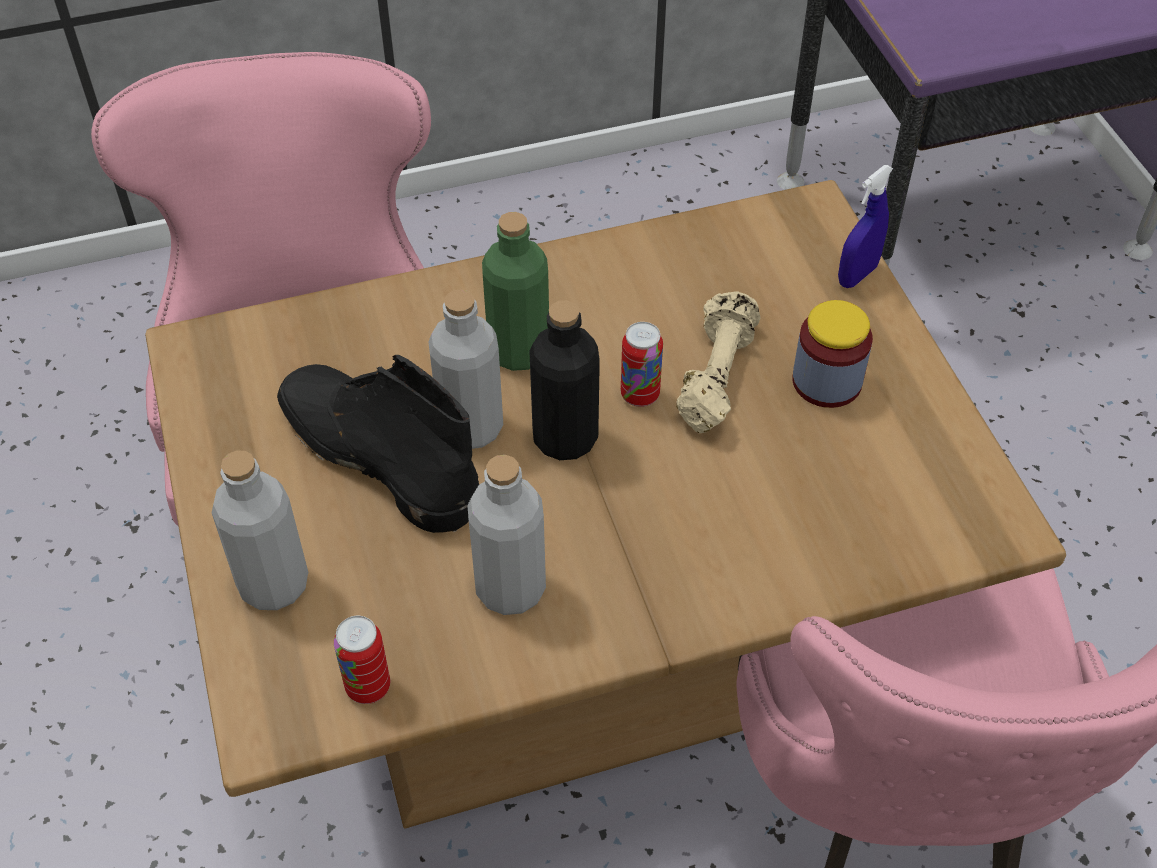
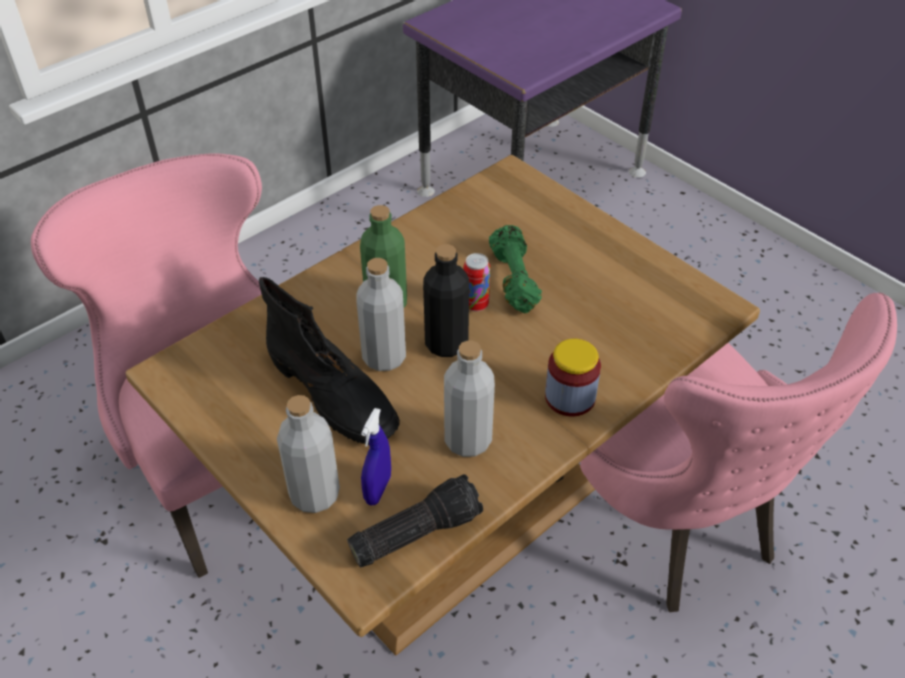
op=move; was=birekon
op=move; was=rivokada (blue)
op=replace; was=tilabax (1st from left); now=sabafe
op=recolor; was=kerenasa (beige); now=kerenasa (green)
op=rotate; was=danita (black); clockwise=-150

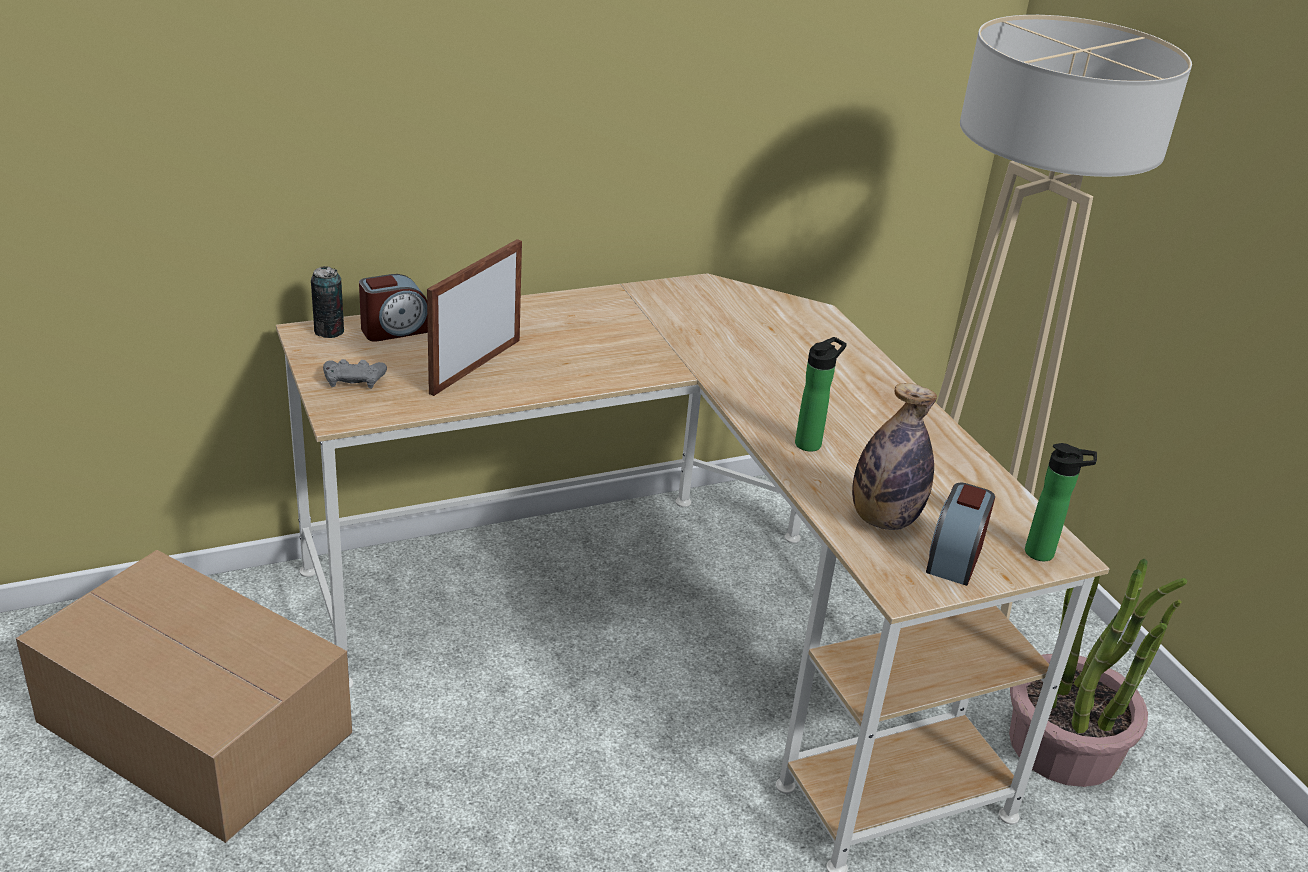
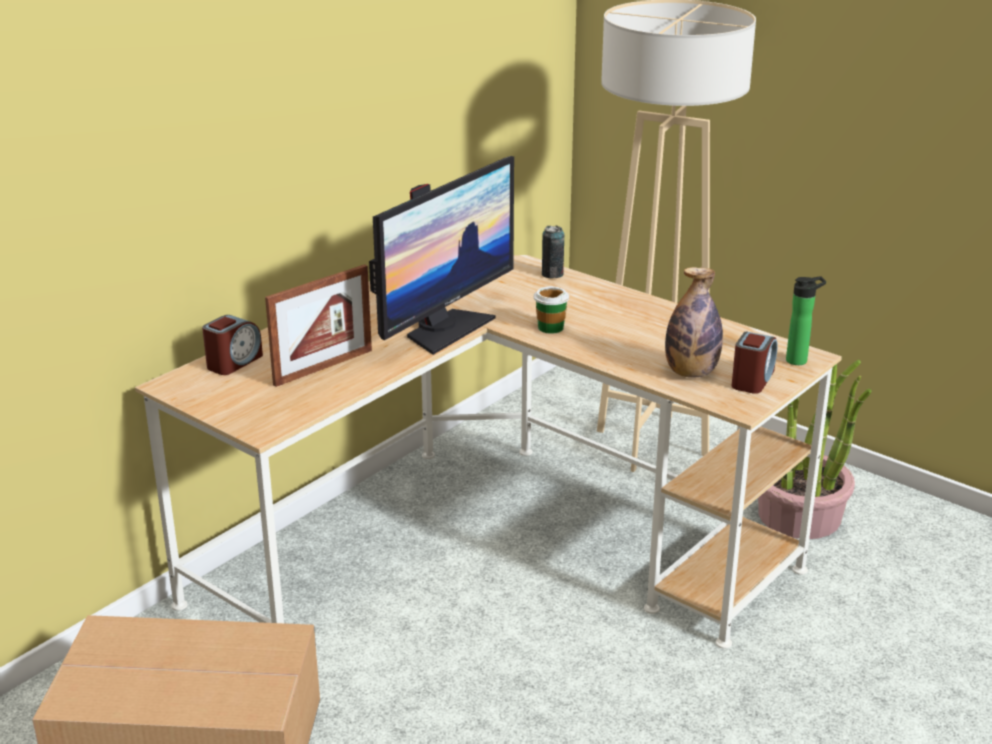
op=delete; was=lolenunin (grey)
op=delete; was=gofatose (1st from left)
op=insert; now=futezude
op=insert; now=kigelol
op=move; was=tilabax
op=rotate; was=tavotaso; clockwise=-135
op=rotate; was=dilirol (2nd from left); clockwise=-150

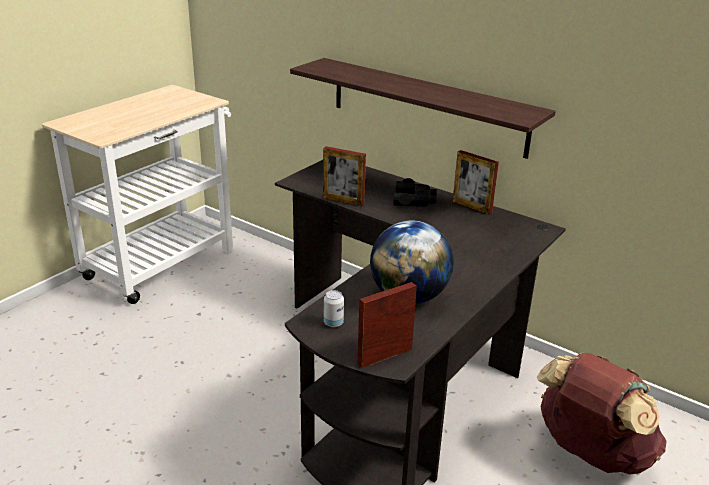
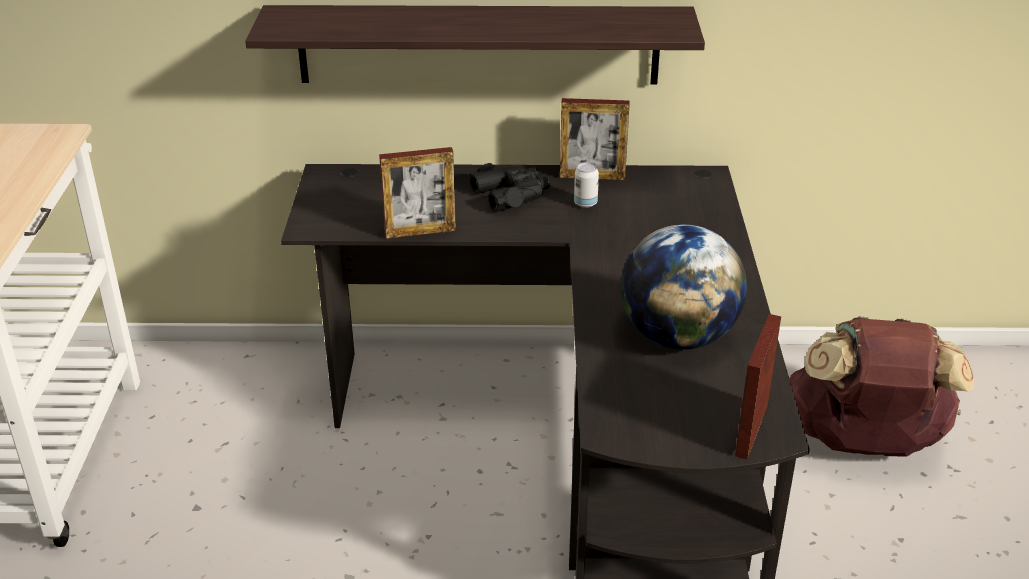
op=move; was=tilabax

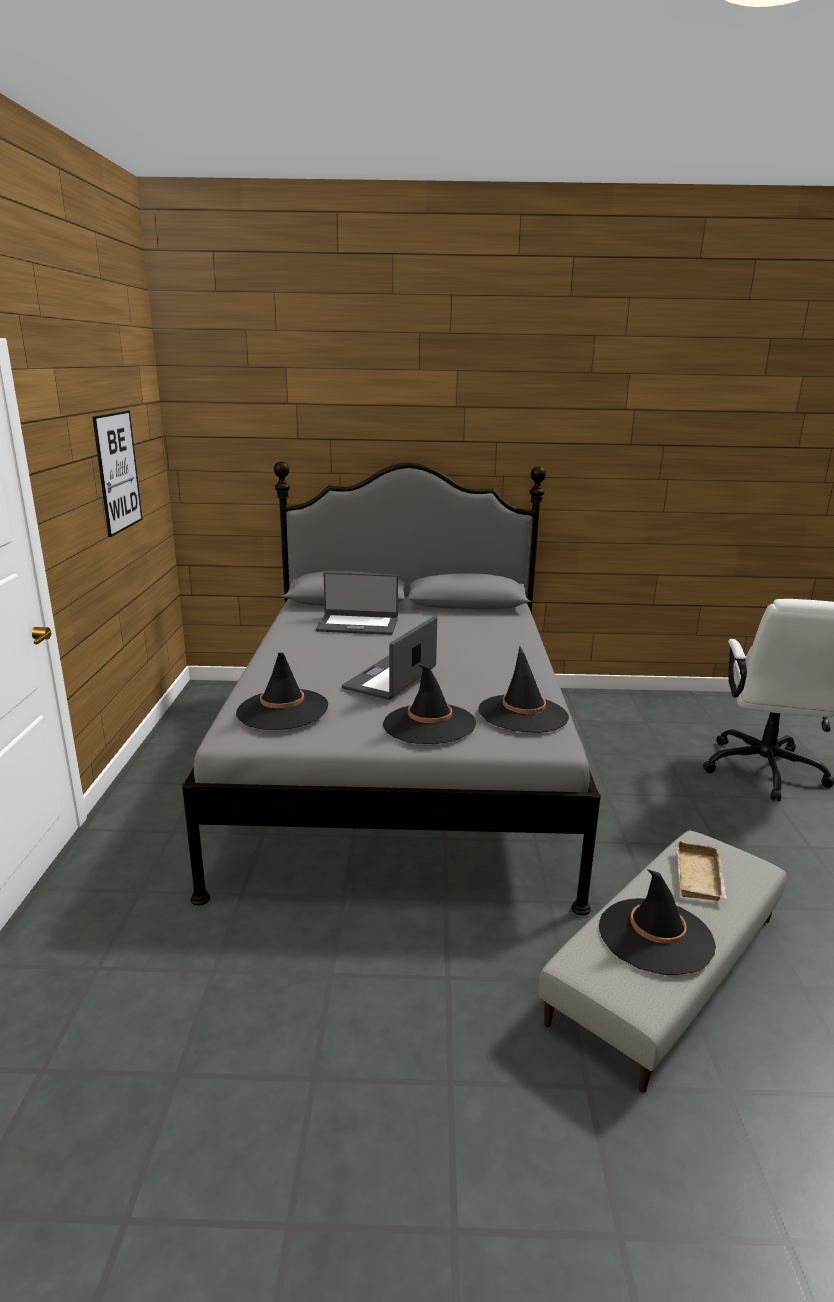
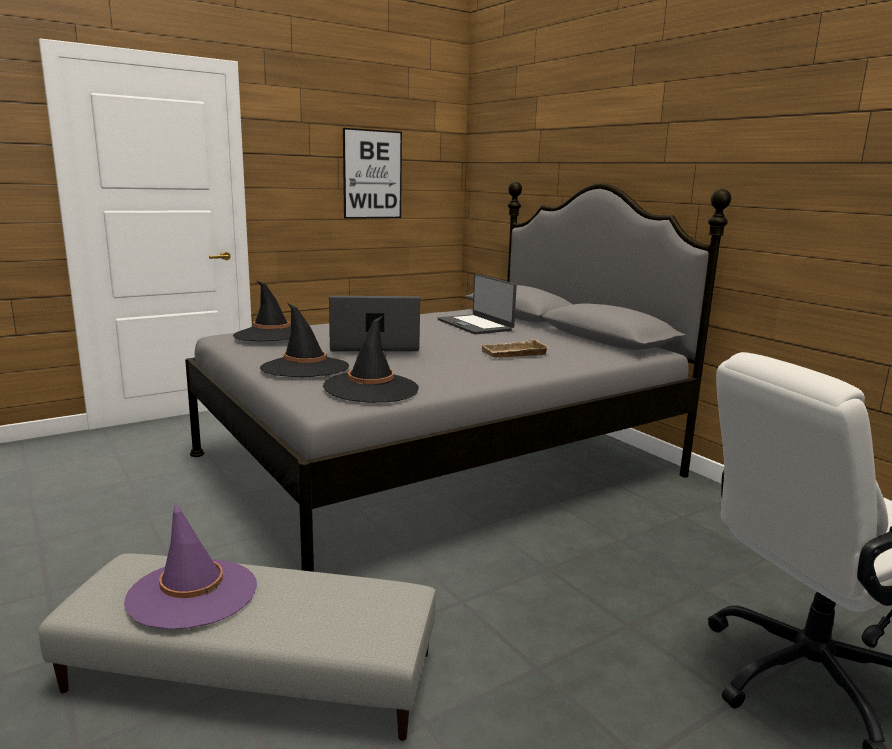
op=move; was=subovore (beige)
op=recolor; was=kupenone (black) (4th from left); now=kupenone (purple)

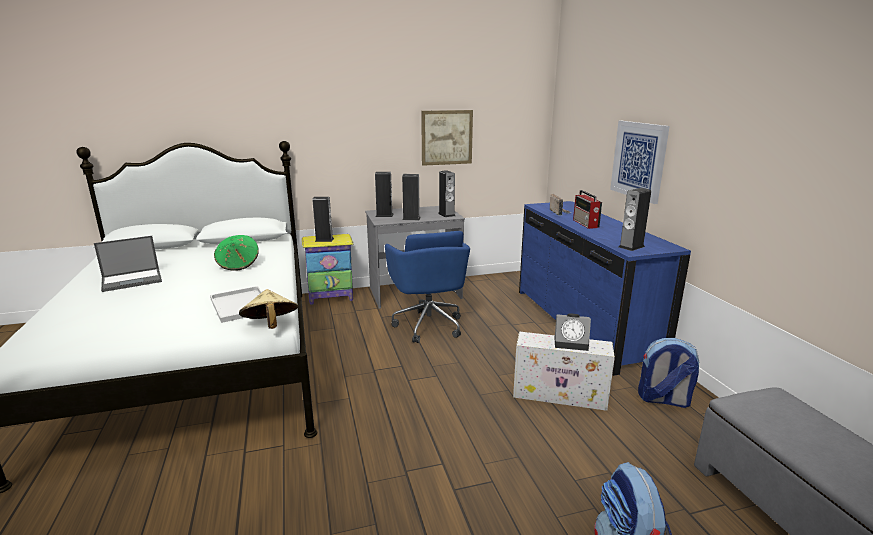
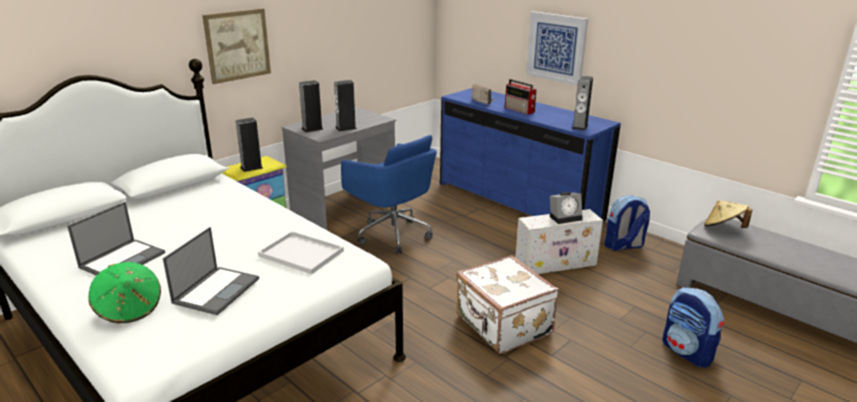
op=delete; was=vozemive (4th from left)
op=insert; now=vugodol (2nd from left)
op=insert; now=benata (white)
op=move; was=kupenone (green)
op=move; was=kupenone (beige)
op=move; was=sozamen (1st from left)

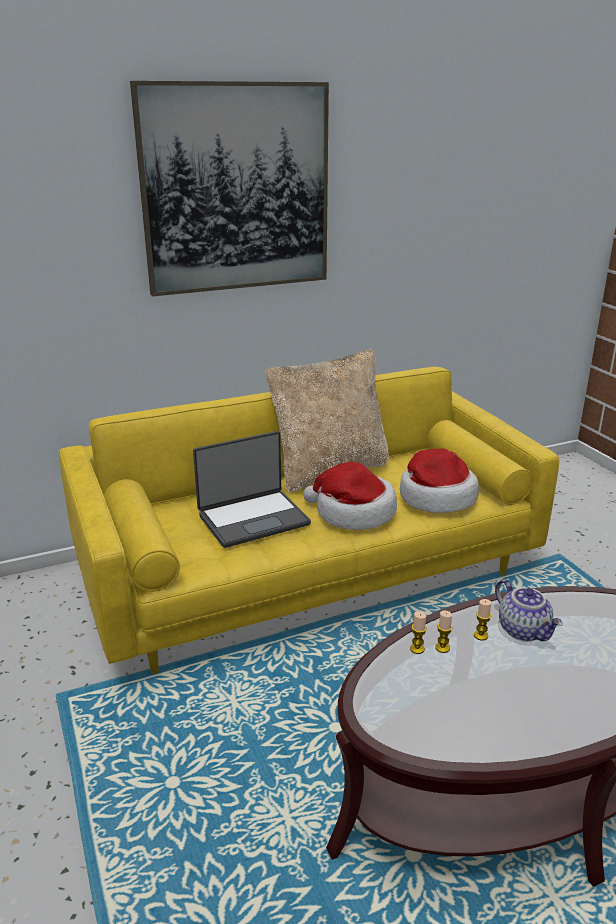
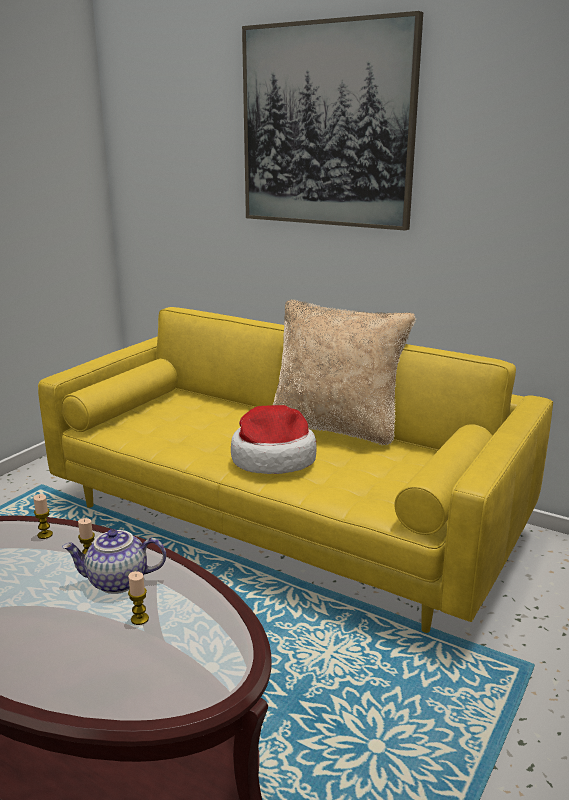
op=delete; was=vugodol
op=delete; was=kupenone (2nd from left)
op=move; was=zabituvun (2nd from left in the first image); now=zabituvun (3rd from left)
op=rotate; was=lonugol; clockwise=60

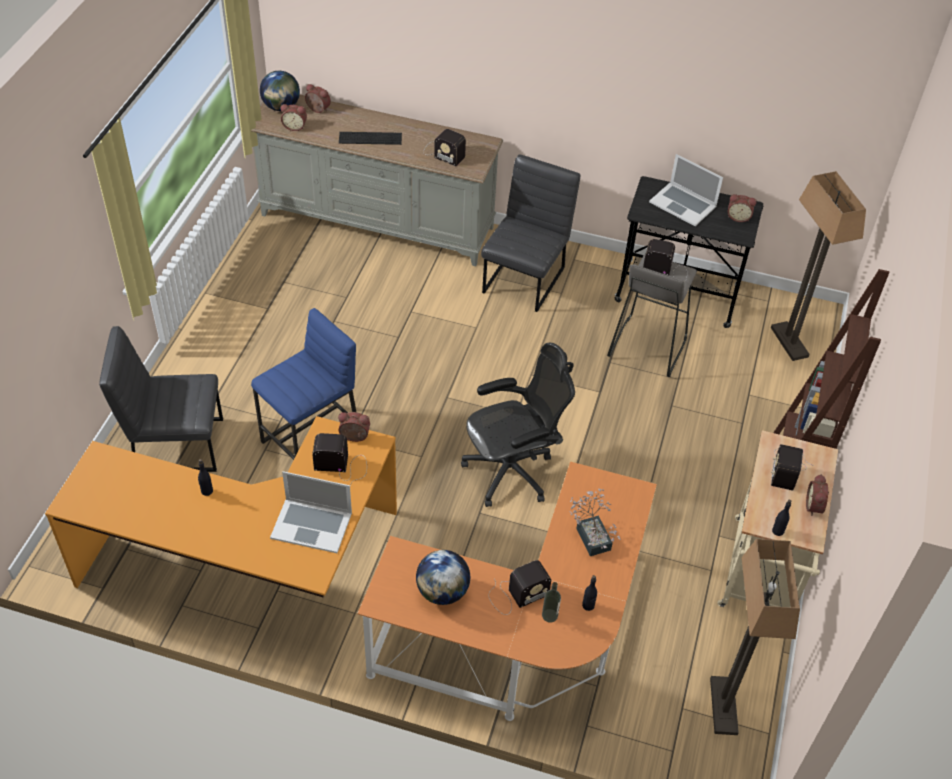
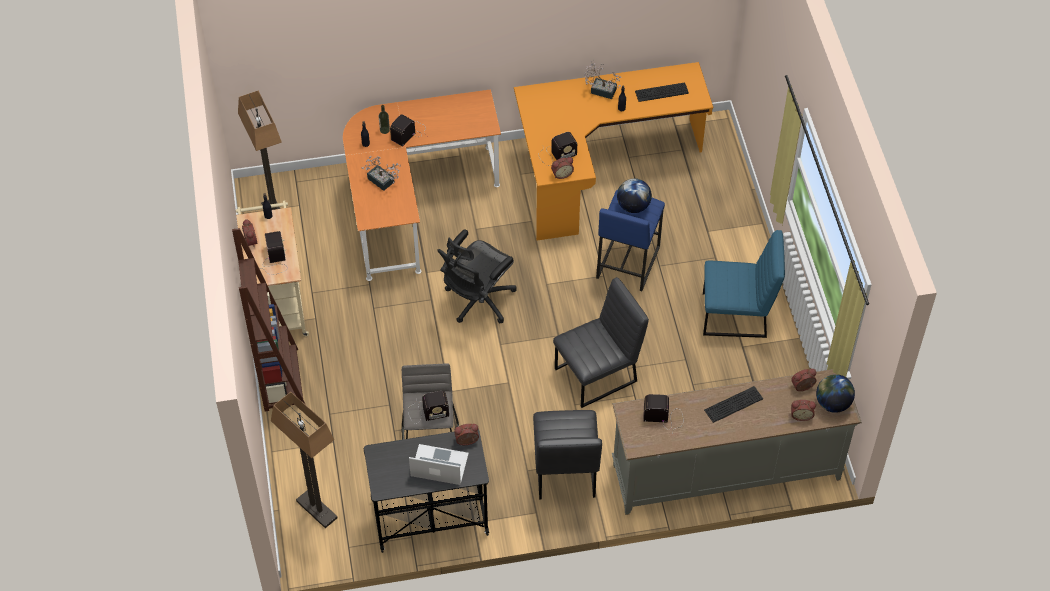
op=delete; was=vugodol (1st from left)
op=insert; now=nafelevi (2nd from left)
op=insert; now=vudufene (1st from left)
op=insert; now=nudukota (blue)
op=move; was=nudukota (grey) (1st from left in the first image); now=nudukota (grey) (2nd from left)
op=move; was=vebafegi (2nd from left in the first image); now=vebafegi (1st from left)
op=move; was=dilirol (4th from left in the first image); now=dilirol (2nd from left)

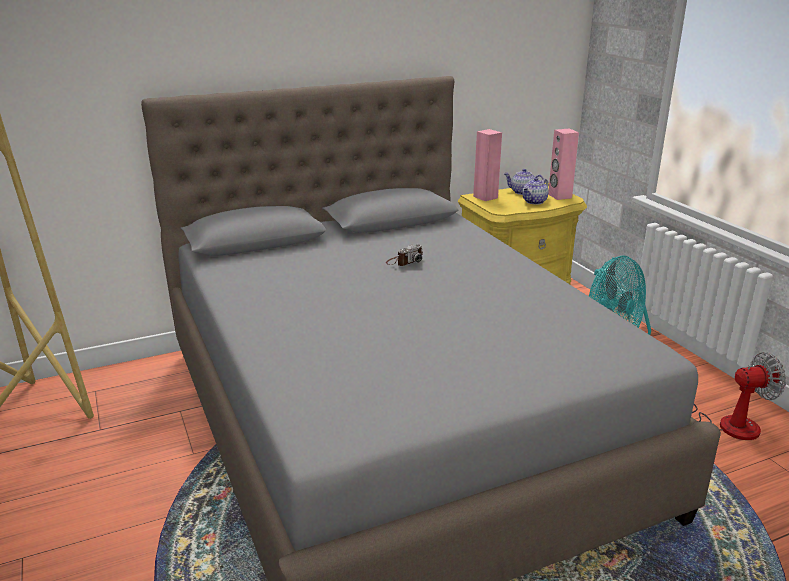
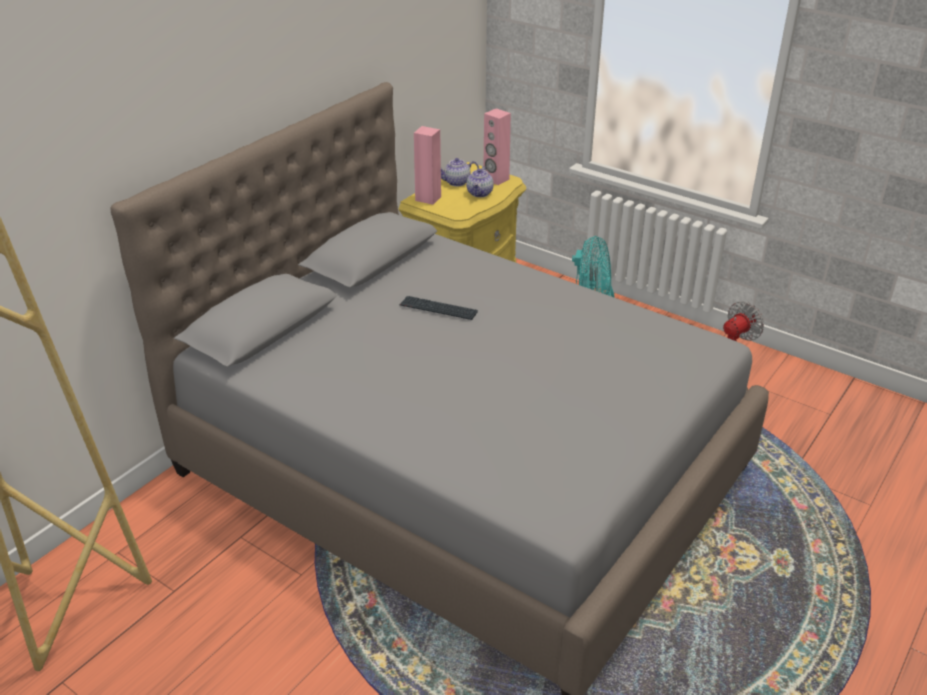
op=replace; was=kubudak; now=vudufene

